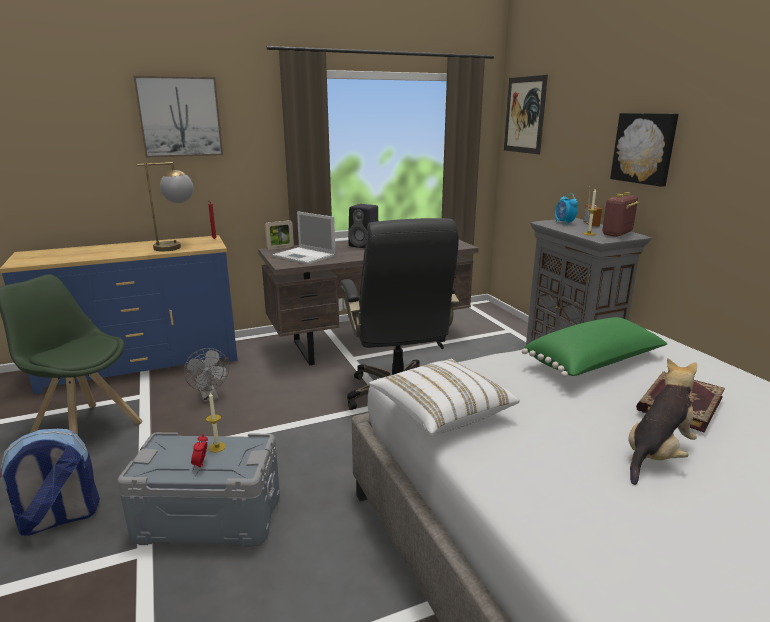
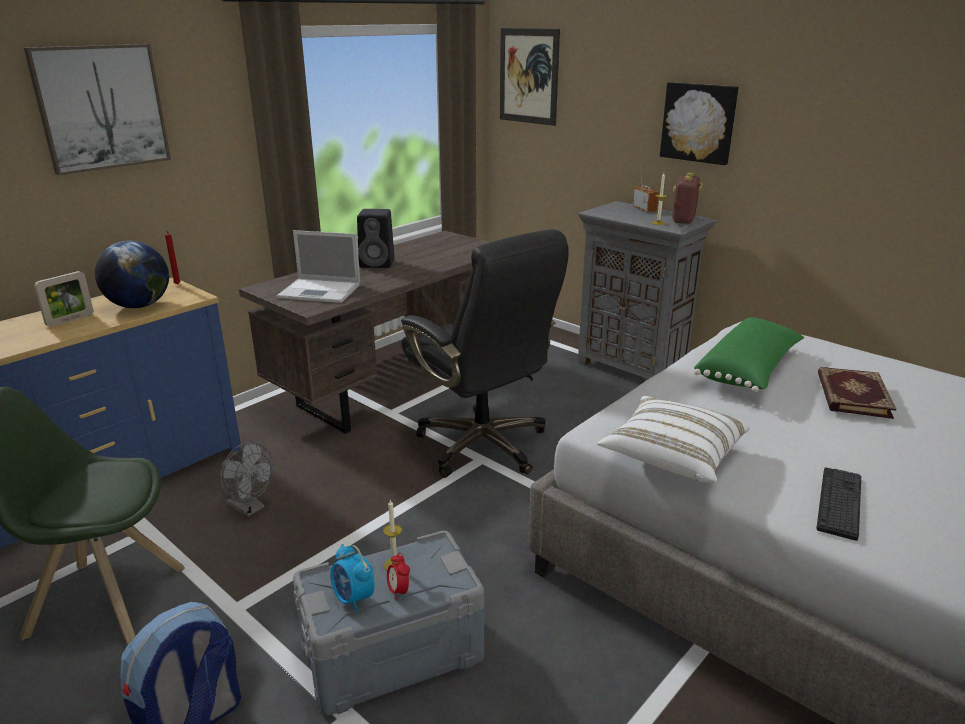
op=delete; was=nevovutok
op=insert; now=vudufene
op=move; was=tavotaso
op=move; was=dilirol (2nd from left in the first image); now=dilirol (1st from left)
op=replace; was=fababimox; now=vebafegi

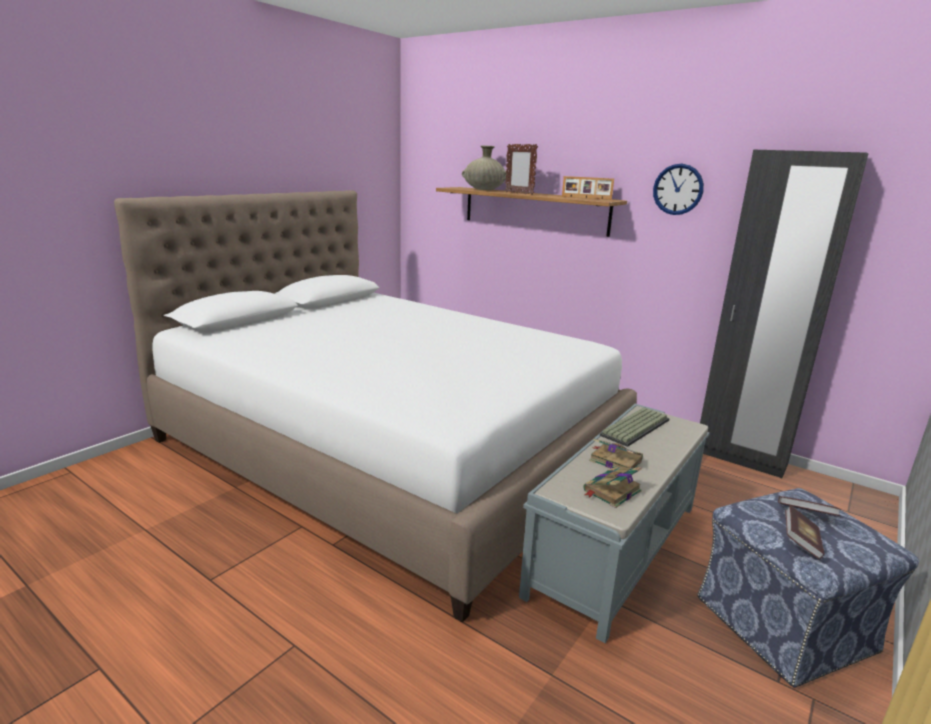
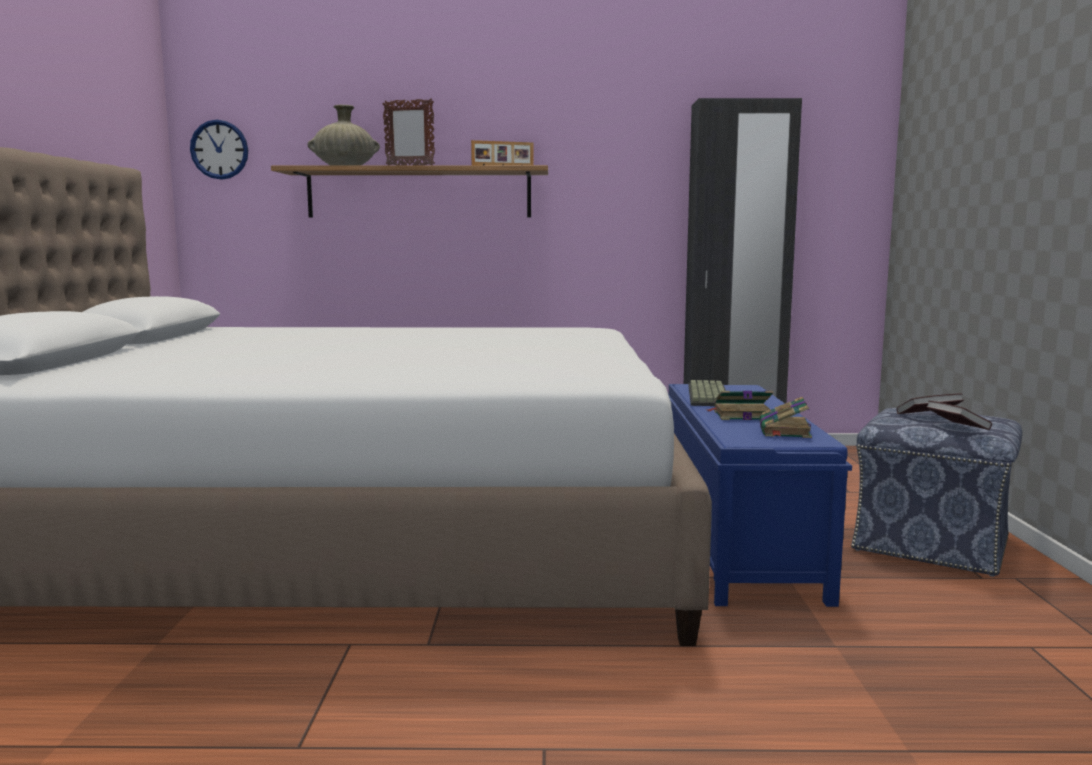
op=move; was=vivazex
op=recolor; was=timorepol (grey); now=timorepol (blue)

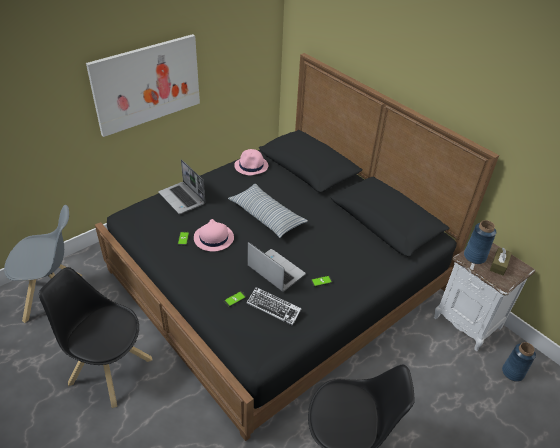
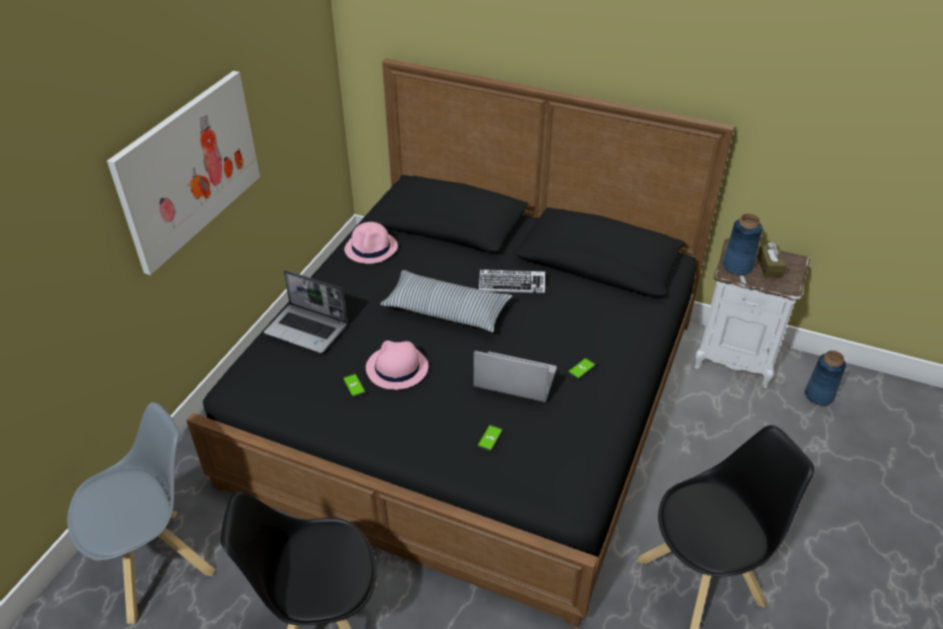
op=move; was=vudufene

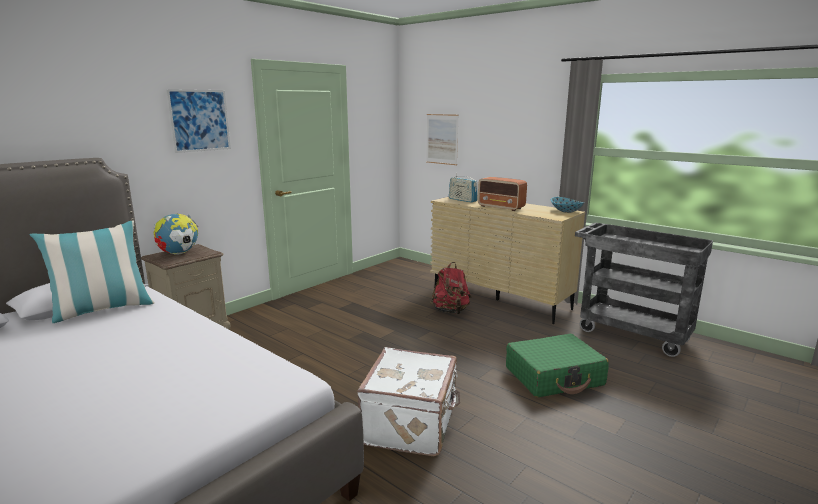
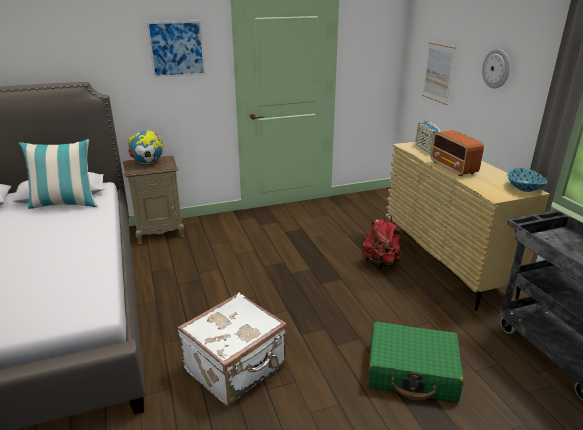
op=insert; now=vivazex

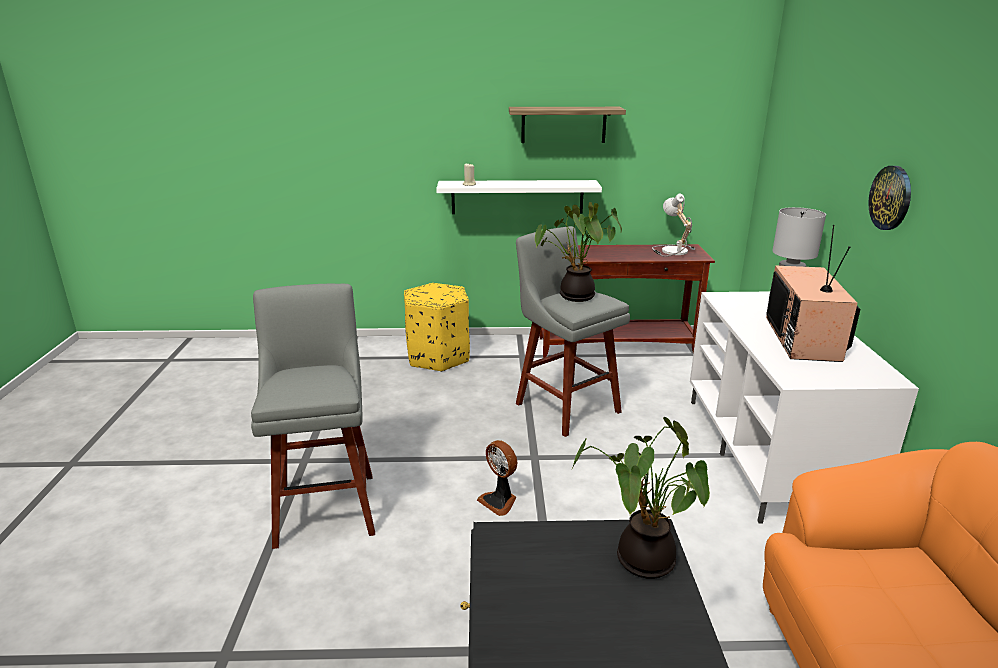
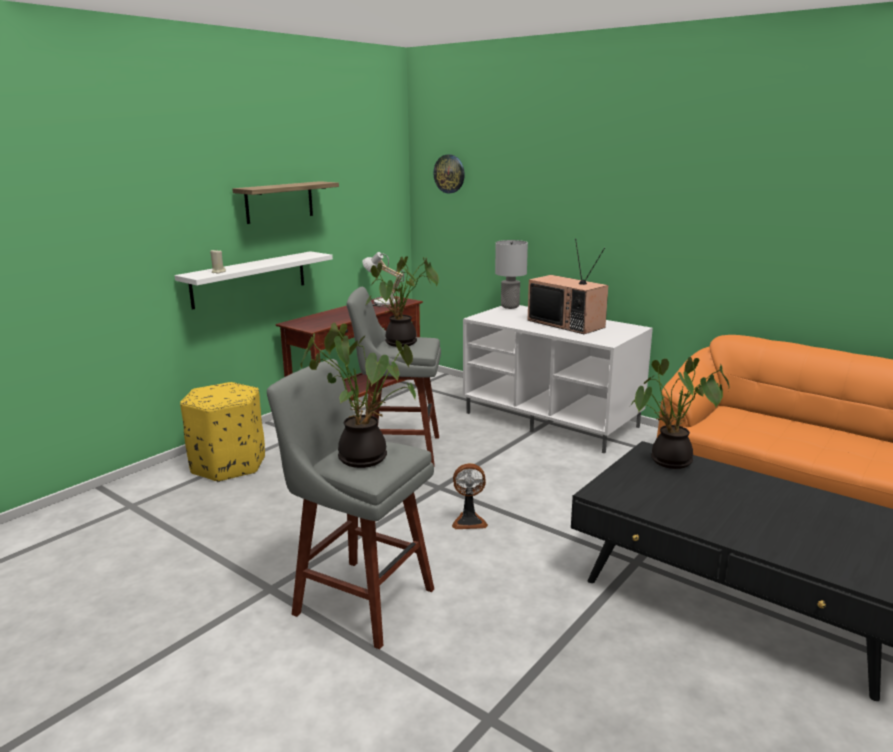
op=insert; now=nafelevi (1st from left)
op=move; was=vivazex

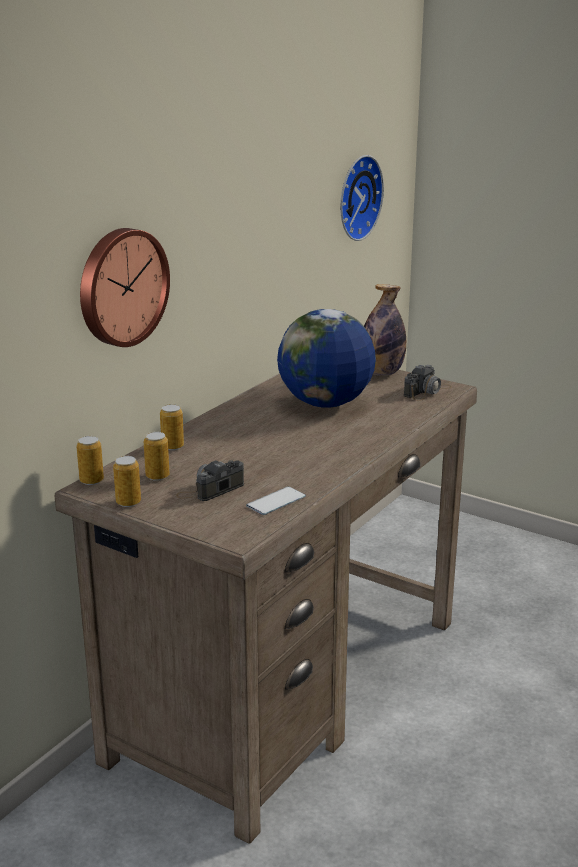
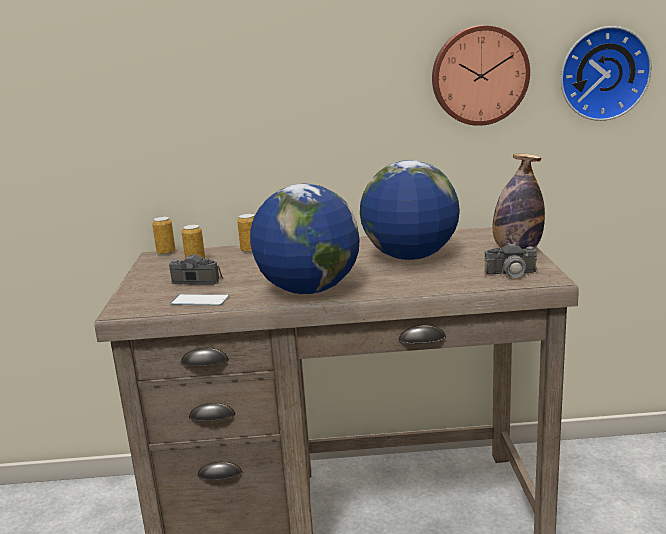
op=delete; was=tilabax (2nd from left)
op=insert; now=vebafegi (1st from left)
op=move; was=vivazex (1st from left)

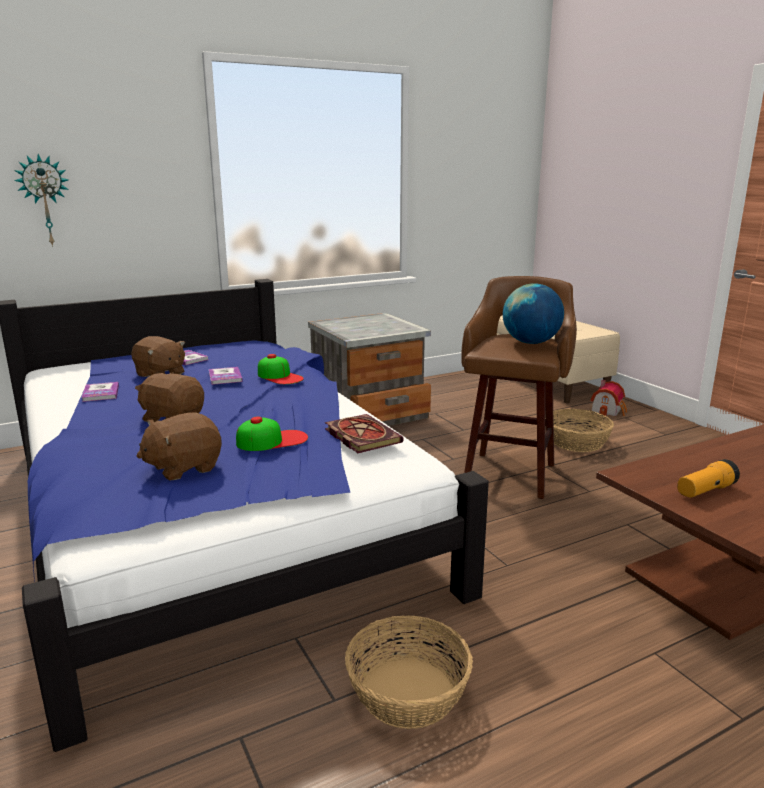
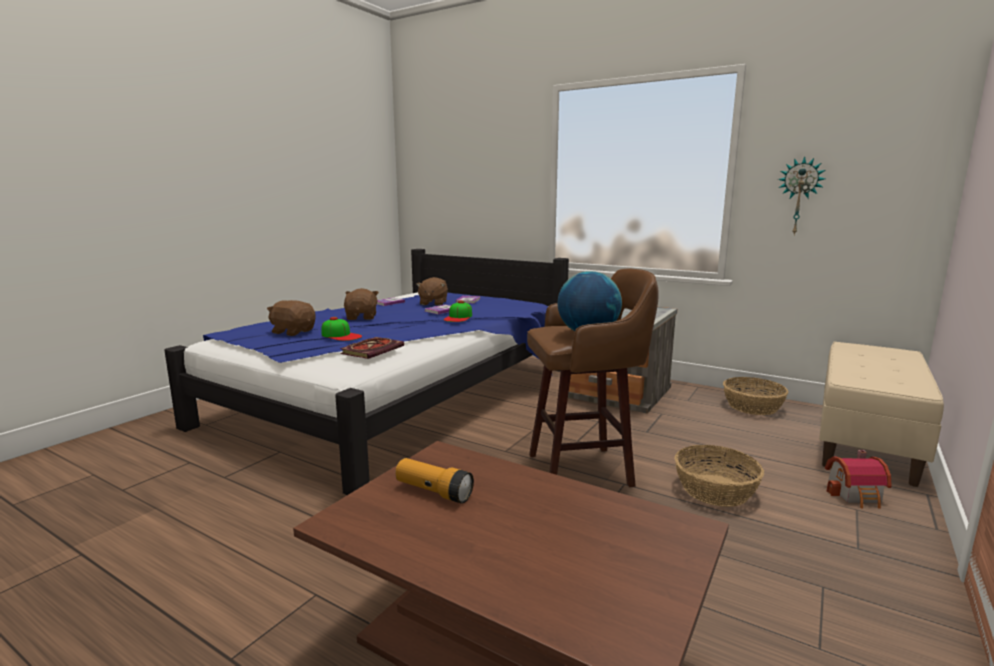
op=move; was=vivazex
op=move; was=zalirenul (1st from left in the first image); now=zalirenul (2nd from left)

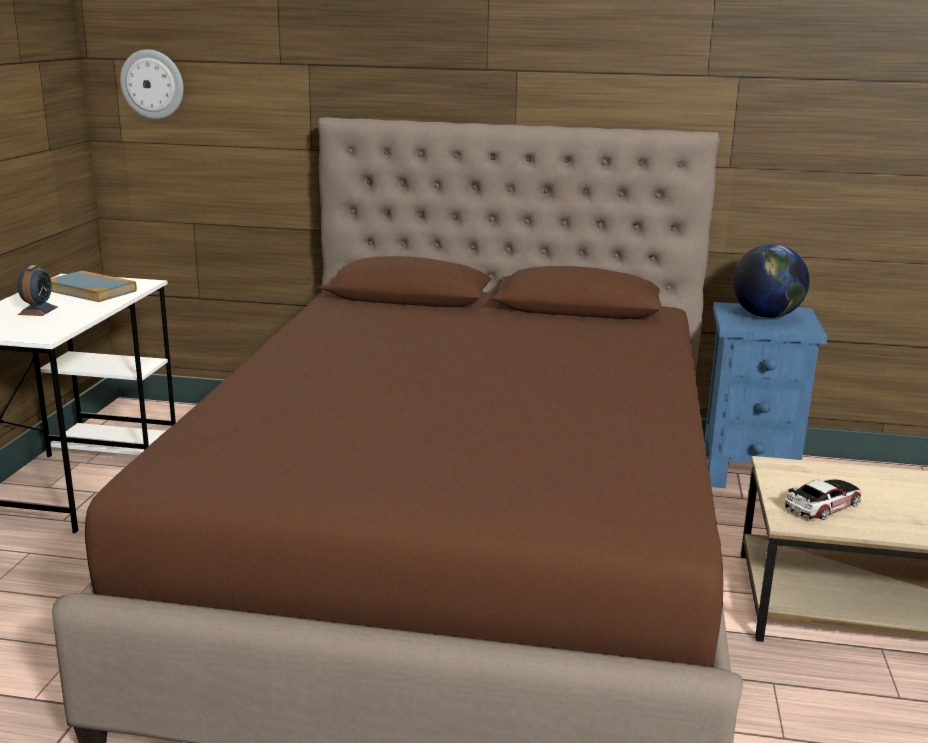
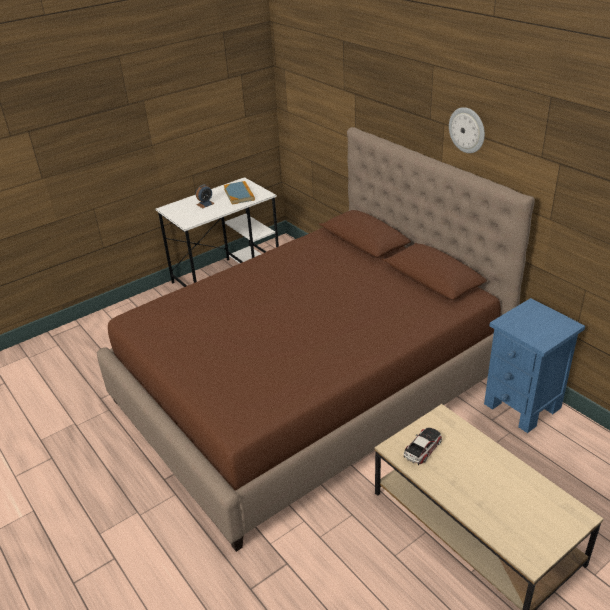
op=delete; was=vebafegi
op=move; was=vivazex
op=rotate; was=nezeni; clockwise=-60

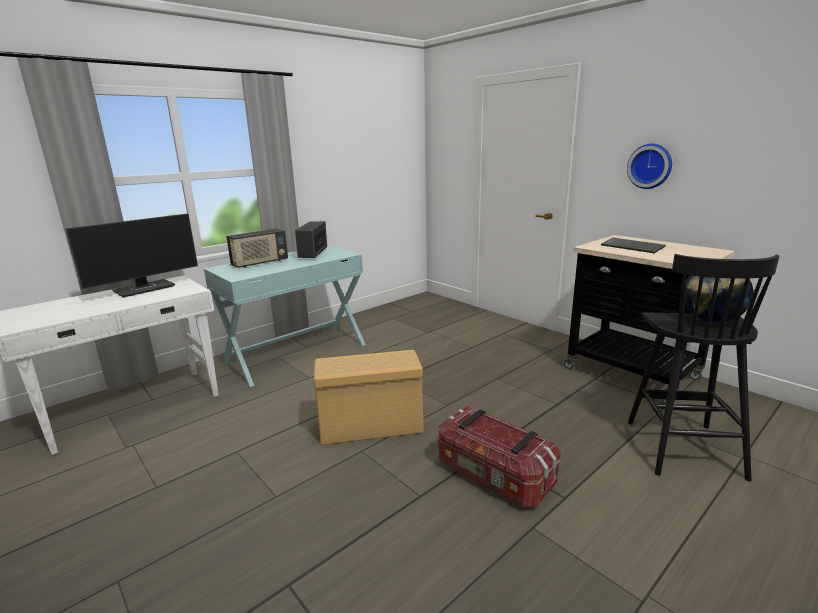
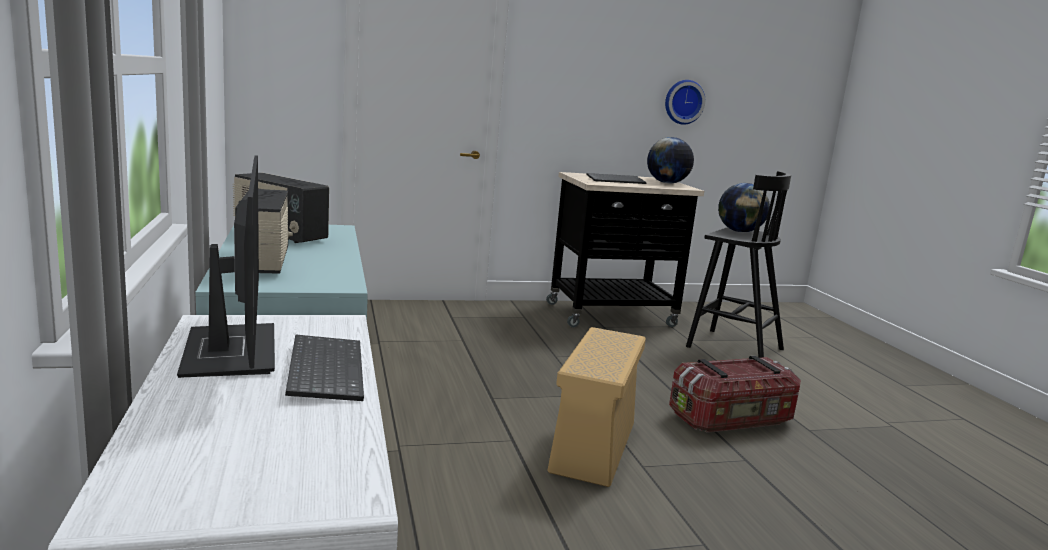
op=insert; now=vudufene (1st from left)
op=insert; now=vebafegi (1st from left)
op=move; was=vivazex

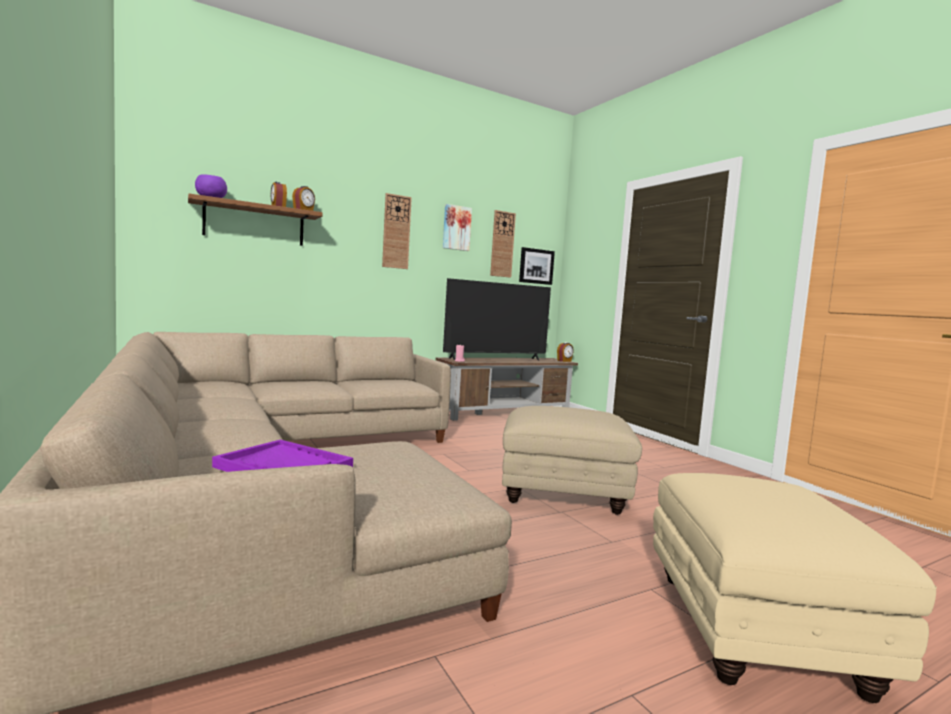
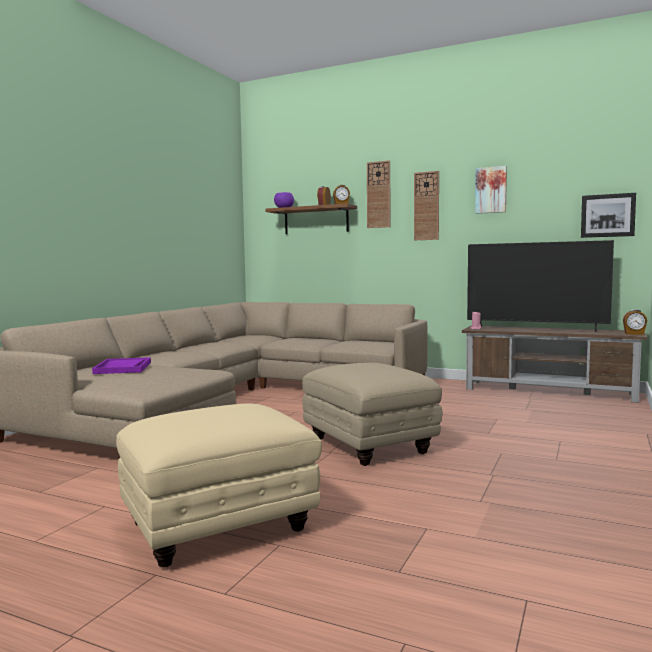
op=move; was=vivazex (2nd from left in the first image); now=vivazex (1st from left)

